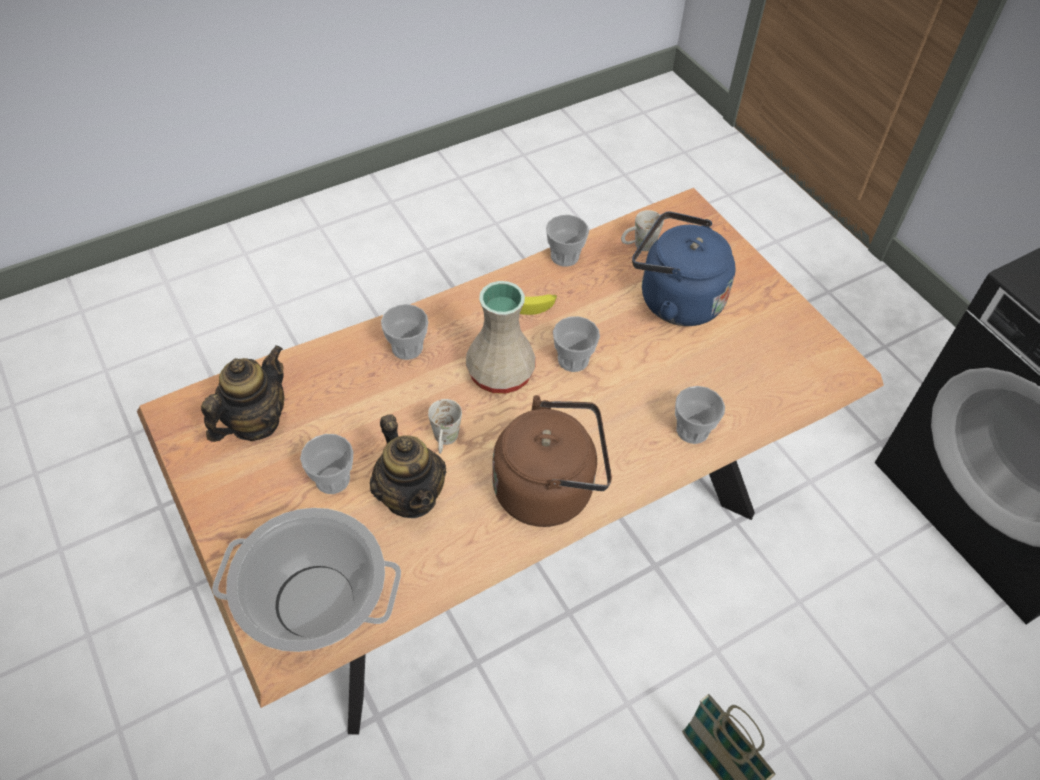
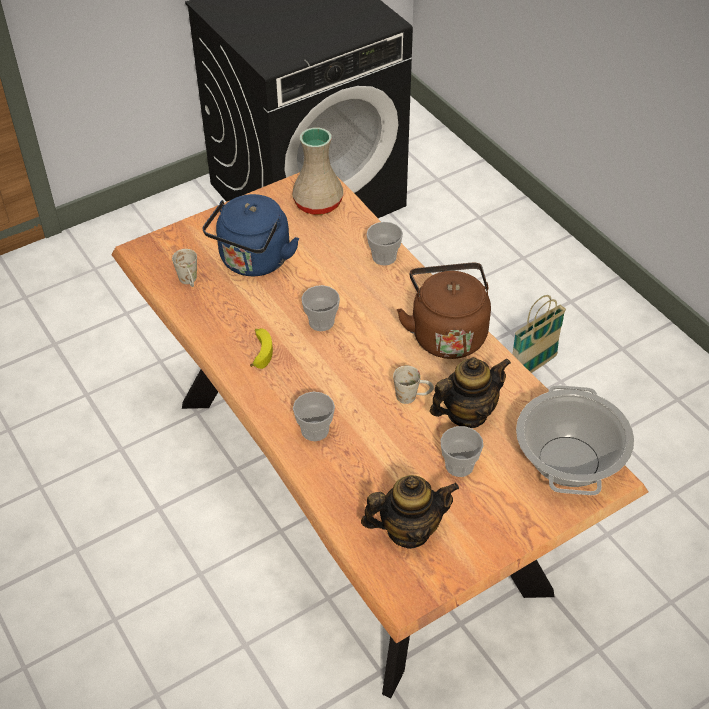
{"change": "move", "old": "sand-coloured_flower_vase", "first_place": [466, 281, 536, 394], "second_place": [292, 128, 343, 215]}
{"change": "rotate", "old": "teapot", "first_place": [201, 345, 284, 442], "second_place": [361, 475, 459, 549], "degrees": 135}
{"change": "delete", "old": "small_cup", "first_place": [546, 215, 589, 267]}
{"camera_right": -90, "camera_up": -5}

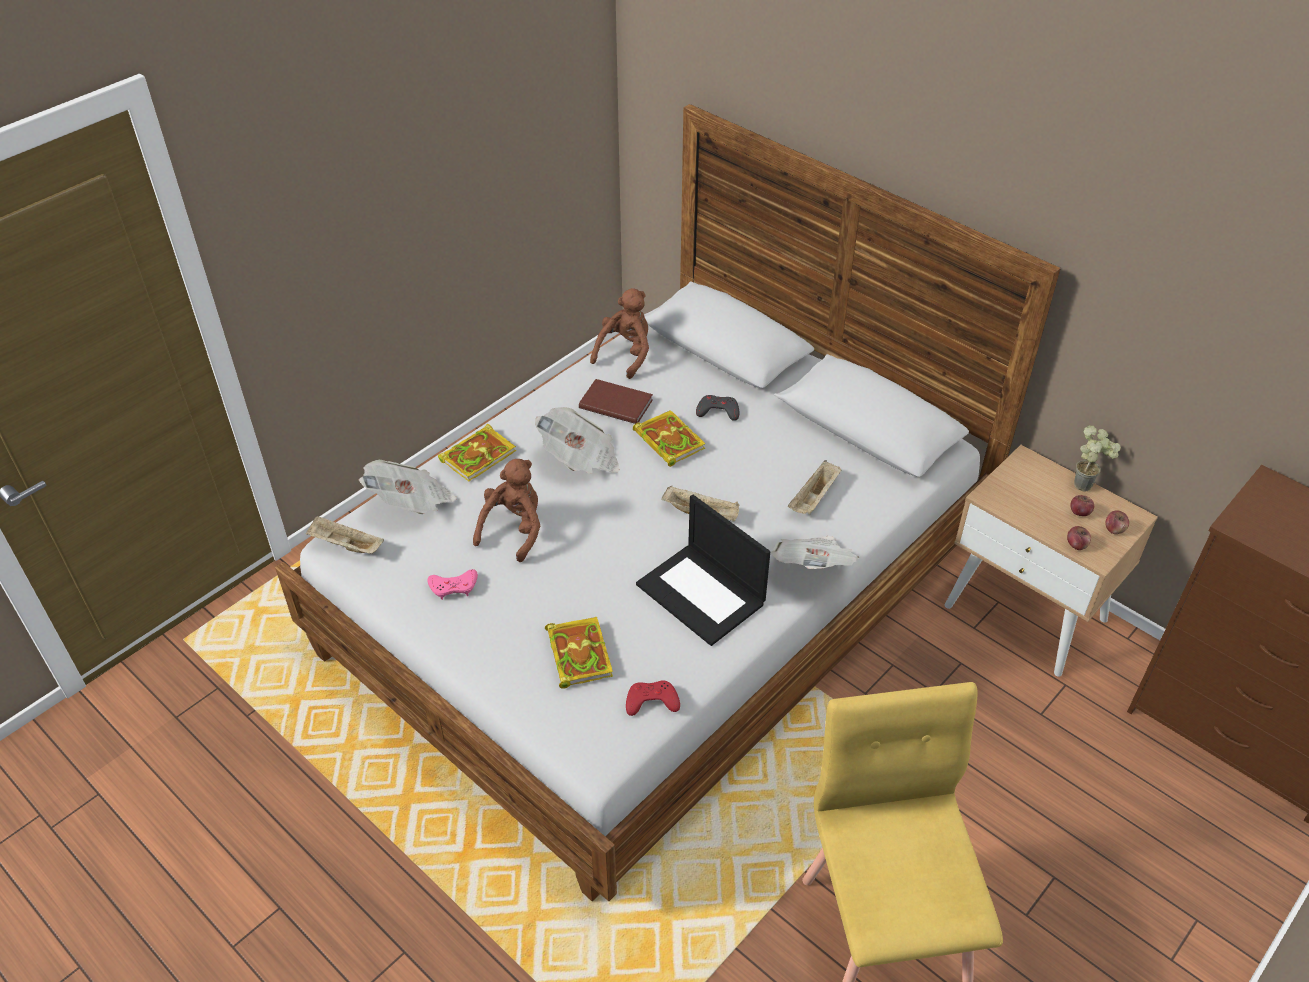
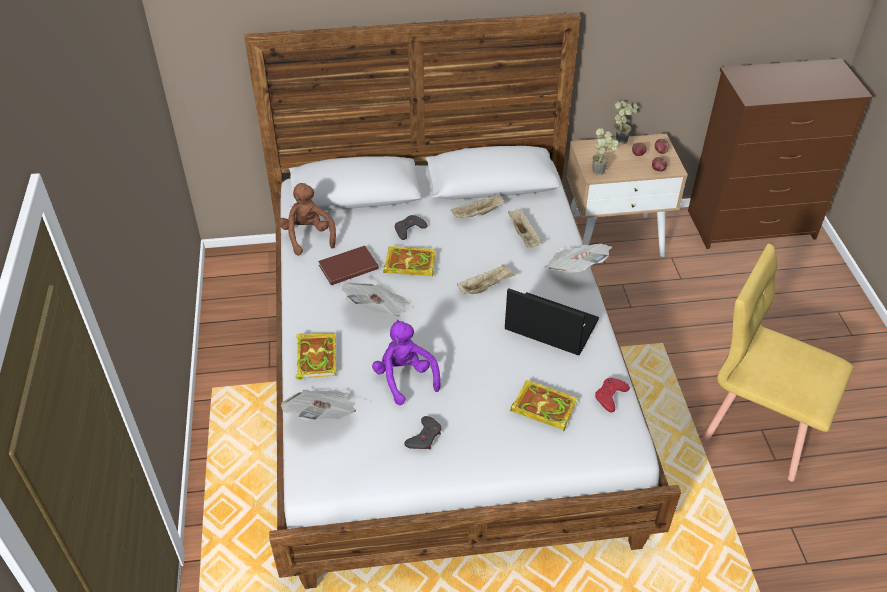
{"change": "recolor", "old": "brownish_cuddly_toy", "new": "purplish_cuddly_toy", "first_place": [473, 459, 540, 562], "second_place": [372, 320, 441, 405]}
{"change": "recolor", "old": "pinkish_gamepad", "new": "grey_gamepad", "first_place": [427, 569, 478, 600], "second_place": [404, 416, 441, 450]}
{"change": "move", "old": "sand-coloured_carrying_tray", "first_place": [306, 516, 384, 554], "second_place": [451, 194, 504, 219]}
{"change": "rotate", "old": "portable_computer", "first_place": [636, 495, 770, 646], "second_place": [505, 288, 599, 355], "degrees": -150}
{"change": "insert", "new": "houseplant", "second_place": [592, 128, 619, 176]}
{"camera_right": -50, "camera_up": 0}

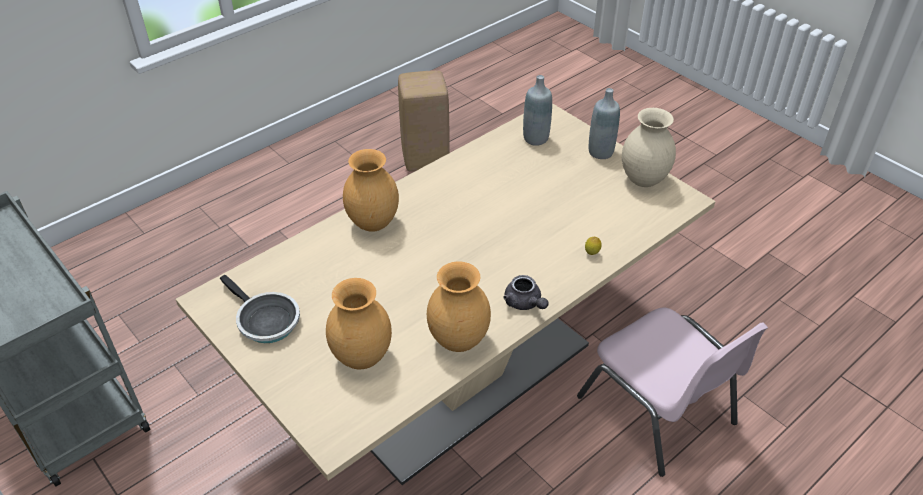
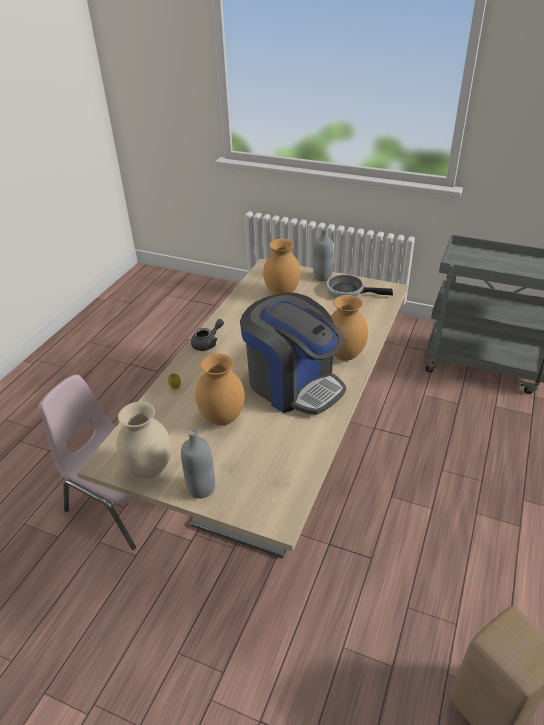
{"change": "rotate", "old": "grey_teapot", "first_place": [503, 275, 548, 310], "second_place": [191, 319, 224, 351], "degrees": 105}
{"change": "move", "old": "brownish_flower_vase", "first_place": [427, 261, 491, 352], "second_place": [196, 354, 245, 426]}
{"change": "insert", "new": "coffee_maker", "second_place": [240, 293, 346, 415]}
{"change": "move", "old": "grey_bottle", "first_place": [523, 75, 552, 146], "second_place": [313, 228, 333, 281]}
{"camera_right": 155, "camera_up": -5}

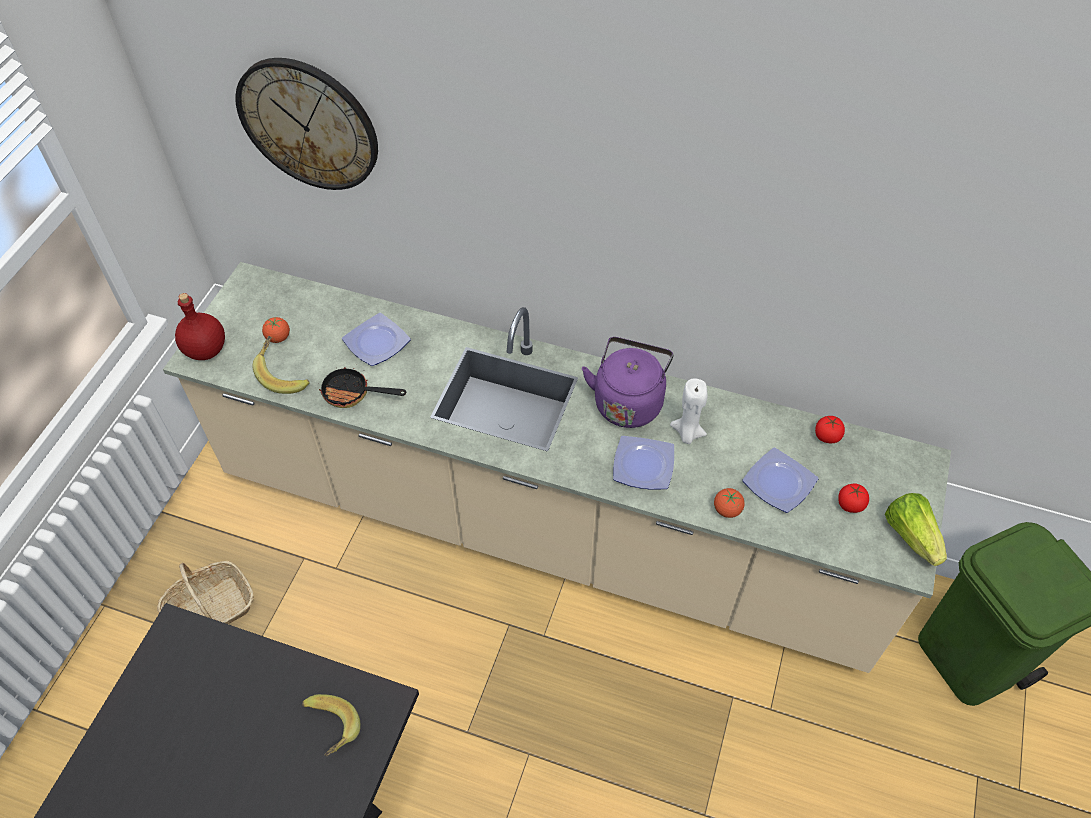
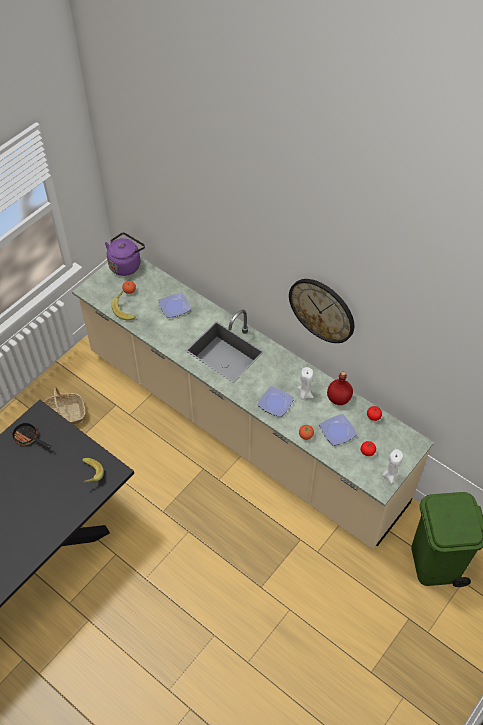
{"change": "move", "old": "frying_pan", "first_place": [318, 367, 406, 408], "second_place": [11, 423, 51, 449]}
{"change": "move", "old": "purplish_water_kettle", "first_place": [582, 337, 673, 428], "second_place": [105, 232, 145, 276]}
{"change": "move", "old": "clock_on_the_wall", "first_place": [235, 58, 378, 190], "second_place": [289, 279, 354, 343]}
{"change": "move", "old": "reddish_bottle", "first_place": [175, 293, 225, 360], "second_place": [327, 372, 353, 405]}
{"change": "replace", "old": "head_of_lettuce", "new": "white_wax_candle", "first_place": [885, 493, 947, 566], "second_place": [382, 449, 403, 484]}
{"camera_right": 20, "camera_up": 0}

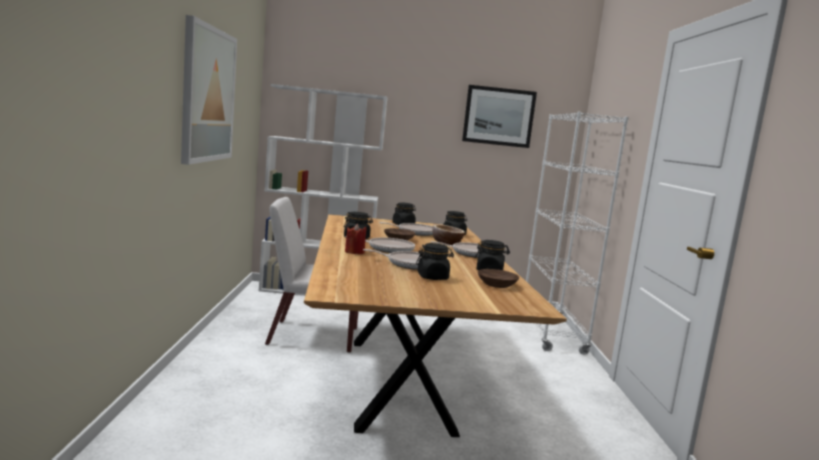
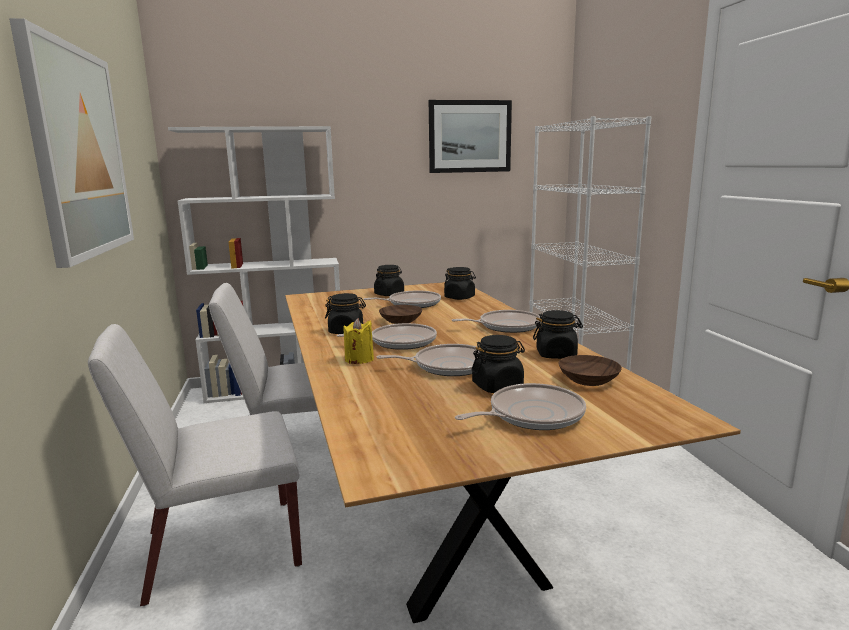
{"change": "insert", "new": "white_upright_chair", "second_place": [88, 324, 302, 606]}
{"change": "recolor", "old": "reddish_wax_candle", "new": "yellow-coloured_wax_candle", "first_place": [345, 224, 367, 254], "second_place": [343, 318, 374, 364]}
{"change": "insert", "new": "frying_pan", "second_place": [455, 383, 586, 430]}
{"change": "delete", "old": "serving_bowl", "first_place": [432, 224, 465, 245]}
{"camera_right": -10, "camera_up": 5}

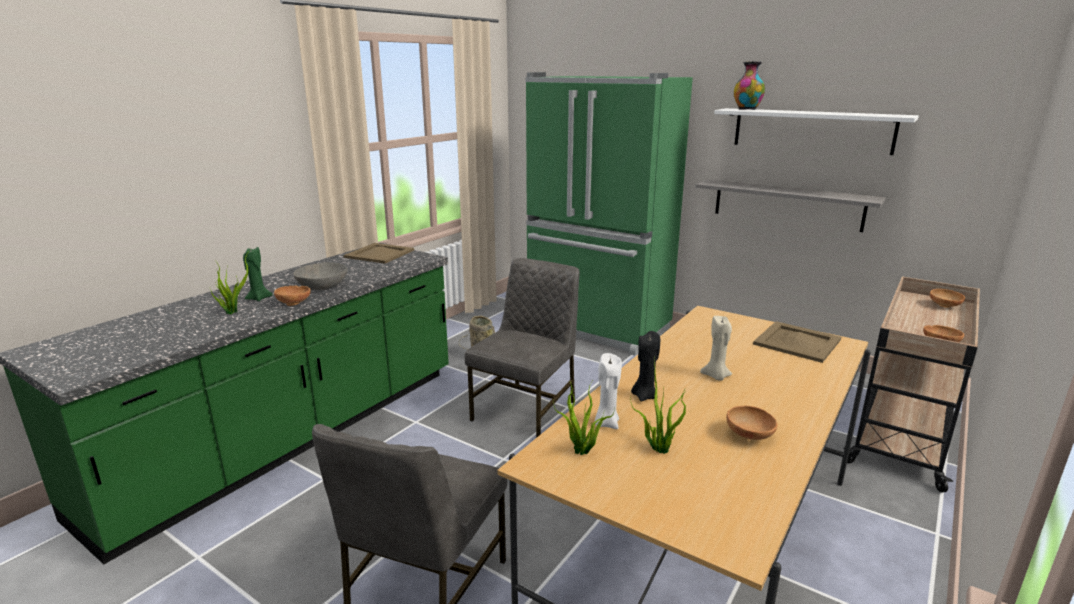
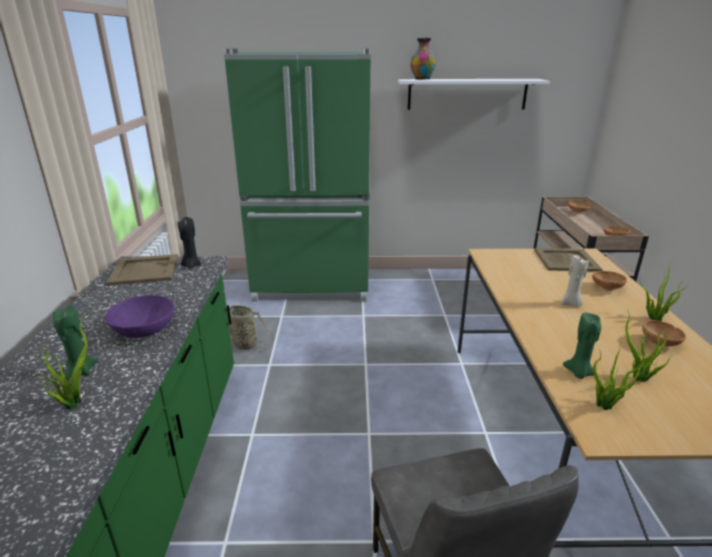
{"change": "recolor", "old": "grey_serving_bowl", "new": "purplish_serving_bowl", "first_place": [293, 262, 347, 290], "second_place": [105, 295, 174, 338]}
{"change": "move", "old": "black-coloured_wax_candle", "first_place": [631, 331, 660, 402], "second_place": [178, 217, 201, 268]}
{"change": "recolor", "old": "white_wax_candle", "new": "greenish_wax_candle", "first_place": [595, 353, 622, 429], "second_place": [563, 313, 601, 379]}
{"change": "move", "old": "brownish_serving_bowl", "first_place": [274, 286, 311, 306], "second_place": [592, 271, 627, 291]}
{"change": "insert", "new": "houseplant", "second_place": [640, 255, 689, 321]}
{"change": "delete", "old": "grey_upright_chair", "first_place": [464, 258, 580, 438]}
{"change": "delete", "old": "grey_wall_shelf", "first_place": [695, 179, 886, 232]}
{"camera_right": -35, "camera_up": 5}

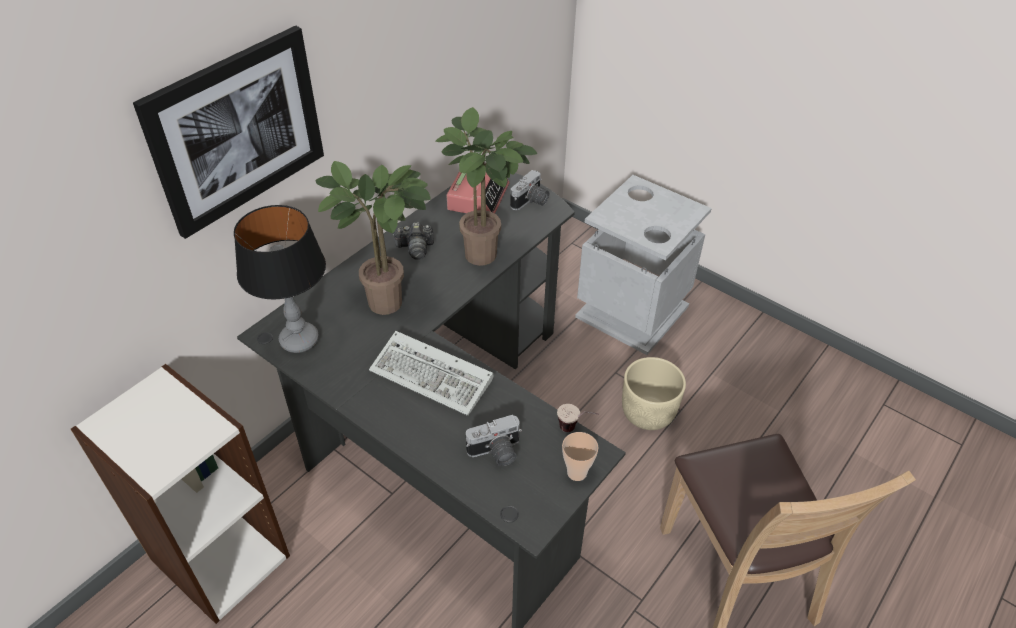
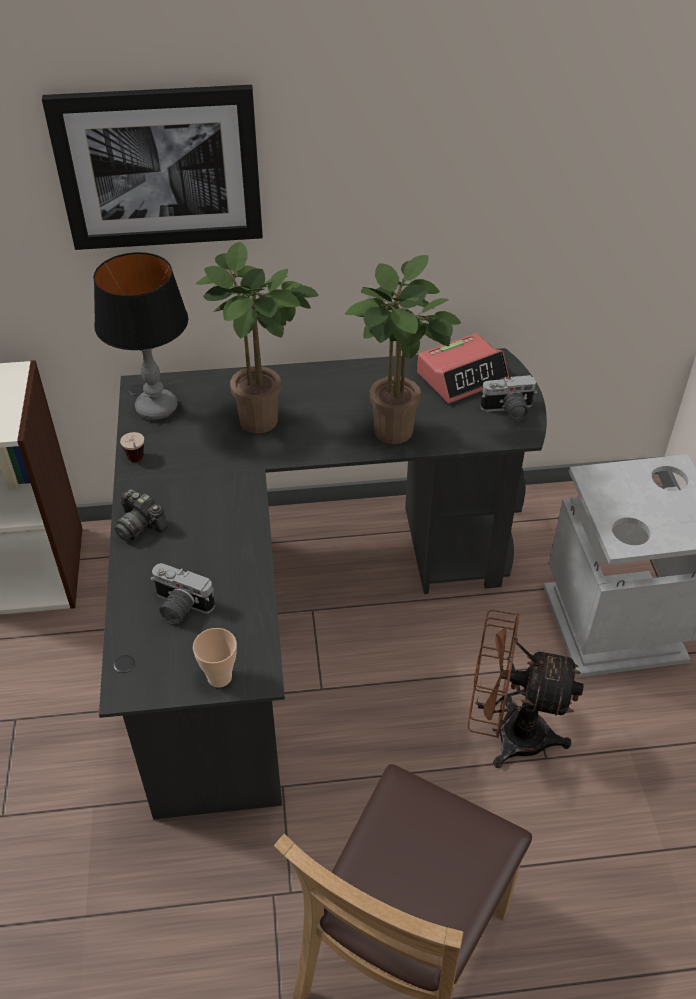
{"change": "move", "old": "still_camera", "first_place": [393, 222, 434, 260], "second_place": [115, 489, 168, 541]}
{"change": "move", "old": "small_cup", "first_place": [557, 404, 599, 432], "second_place": [120, 432, 144, 462]}
{"change": "replace", "old": "sand-coloured_planter", "new": "brownish_fan", "first_place": [622, 357, 686, 430], "second_place": [468, 610, 584, 768]}
{"change": "delete", "old": "computer_keyboard", "first_place": [369, 331, 494, 416]}
{"camera_right": 45, "camera_up": 0}

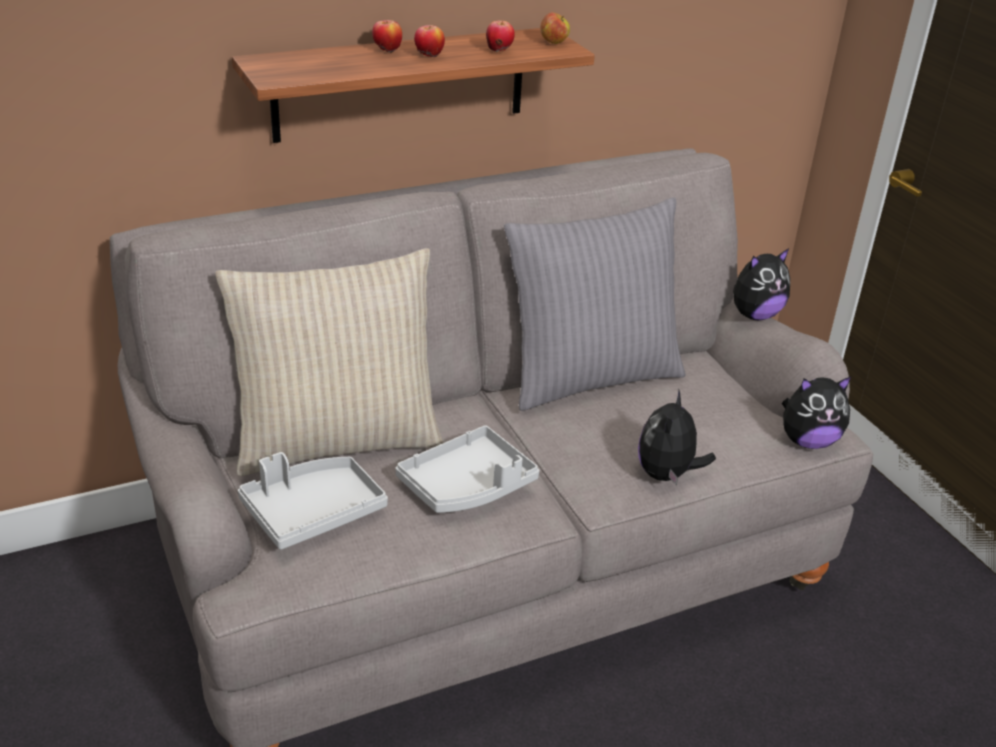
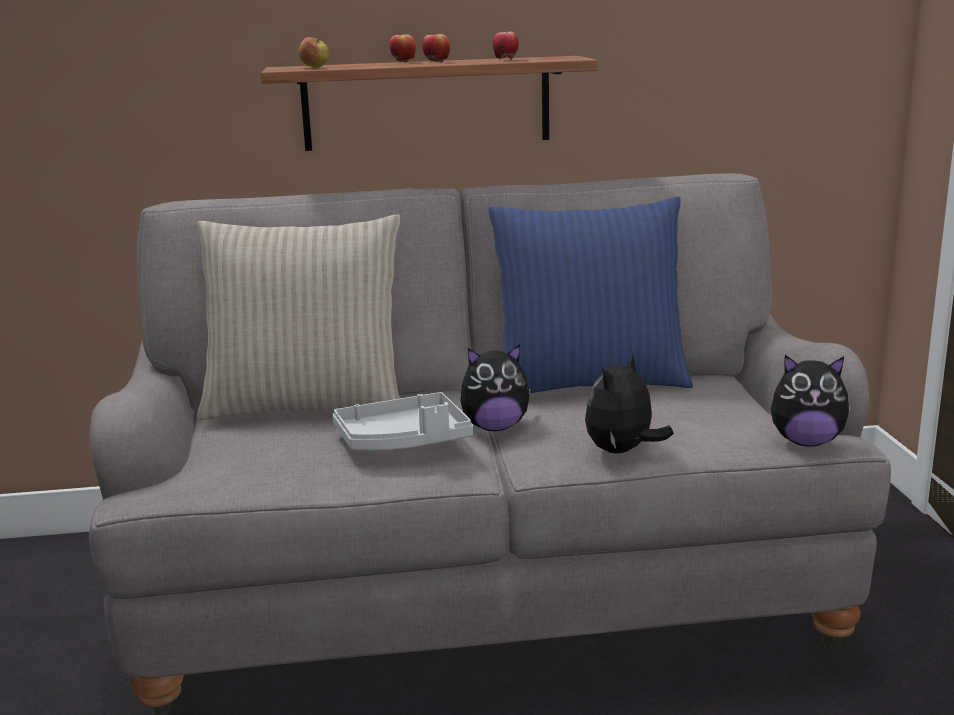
{"change": "move", "old": "whole_apple", "first_place": [540, 13, 570, 44], "second_place": [299, 37, 329, 67]}
{"change": "move", "old": "cuddly_toy", "first_place": [733, 248, 790, 320], "second_place": [460, 344, 531, 431]}
{"change": "recolor", "old": "grey_cushion", "new": "blue-coloured_cushion", "first_place": [504, 197, 686, 411], "second_place": [488, 196, 693, 393]}
{"change": "delete", "old": "grey_carrying_tray", "first_place": [238, 452, 388, 550]}
{"camera_right": 20, "camera_up": -15}

